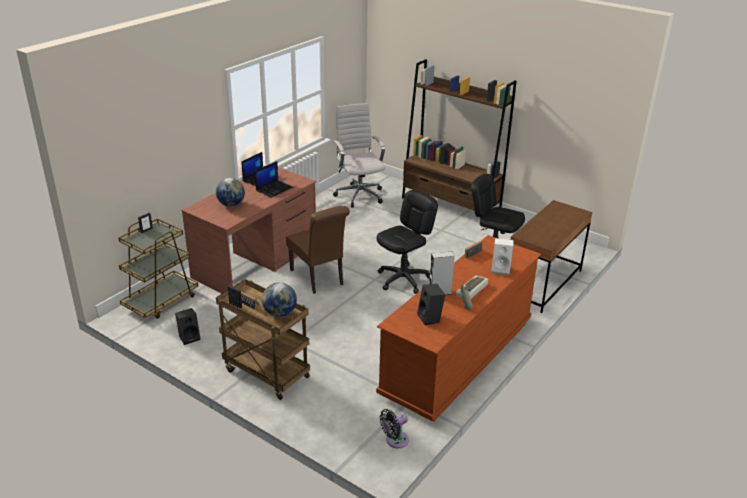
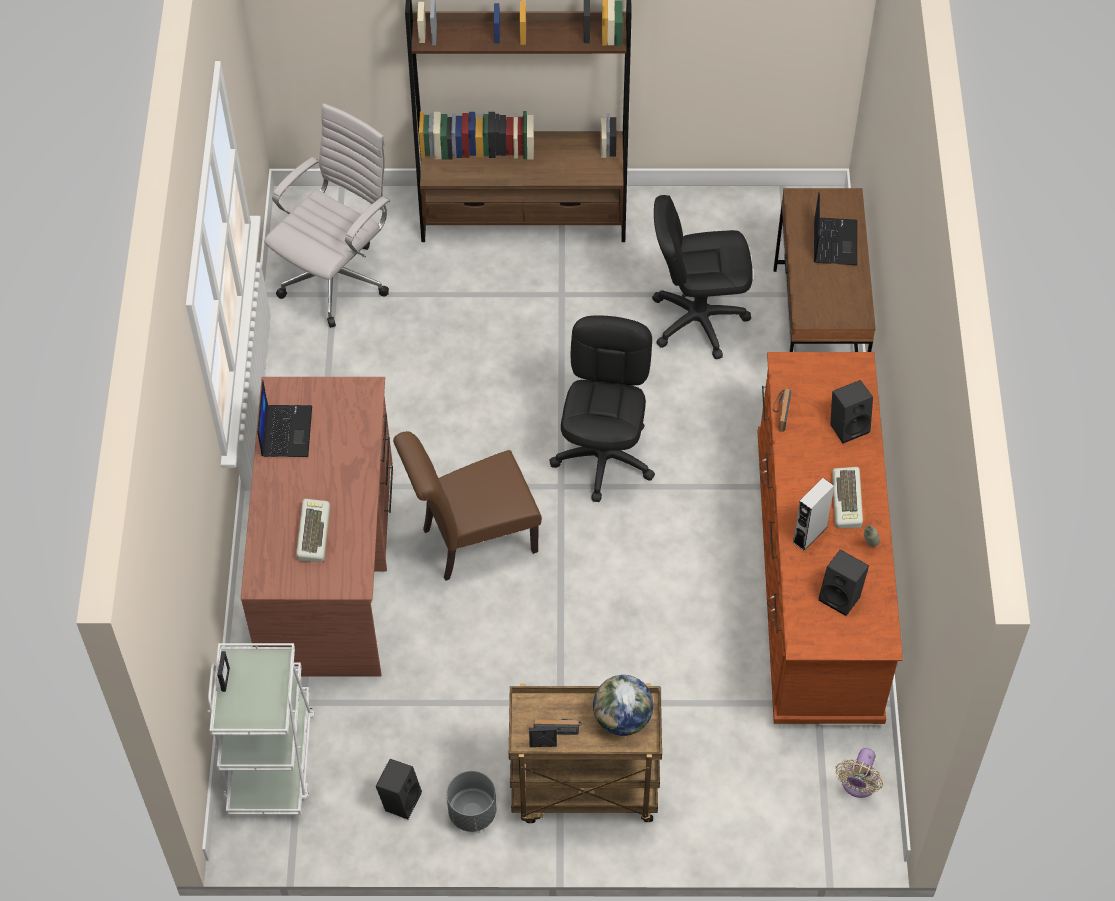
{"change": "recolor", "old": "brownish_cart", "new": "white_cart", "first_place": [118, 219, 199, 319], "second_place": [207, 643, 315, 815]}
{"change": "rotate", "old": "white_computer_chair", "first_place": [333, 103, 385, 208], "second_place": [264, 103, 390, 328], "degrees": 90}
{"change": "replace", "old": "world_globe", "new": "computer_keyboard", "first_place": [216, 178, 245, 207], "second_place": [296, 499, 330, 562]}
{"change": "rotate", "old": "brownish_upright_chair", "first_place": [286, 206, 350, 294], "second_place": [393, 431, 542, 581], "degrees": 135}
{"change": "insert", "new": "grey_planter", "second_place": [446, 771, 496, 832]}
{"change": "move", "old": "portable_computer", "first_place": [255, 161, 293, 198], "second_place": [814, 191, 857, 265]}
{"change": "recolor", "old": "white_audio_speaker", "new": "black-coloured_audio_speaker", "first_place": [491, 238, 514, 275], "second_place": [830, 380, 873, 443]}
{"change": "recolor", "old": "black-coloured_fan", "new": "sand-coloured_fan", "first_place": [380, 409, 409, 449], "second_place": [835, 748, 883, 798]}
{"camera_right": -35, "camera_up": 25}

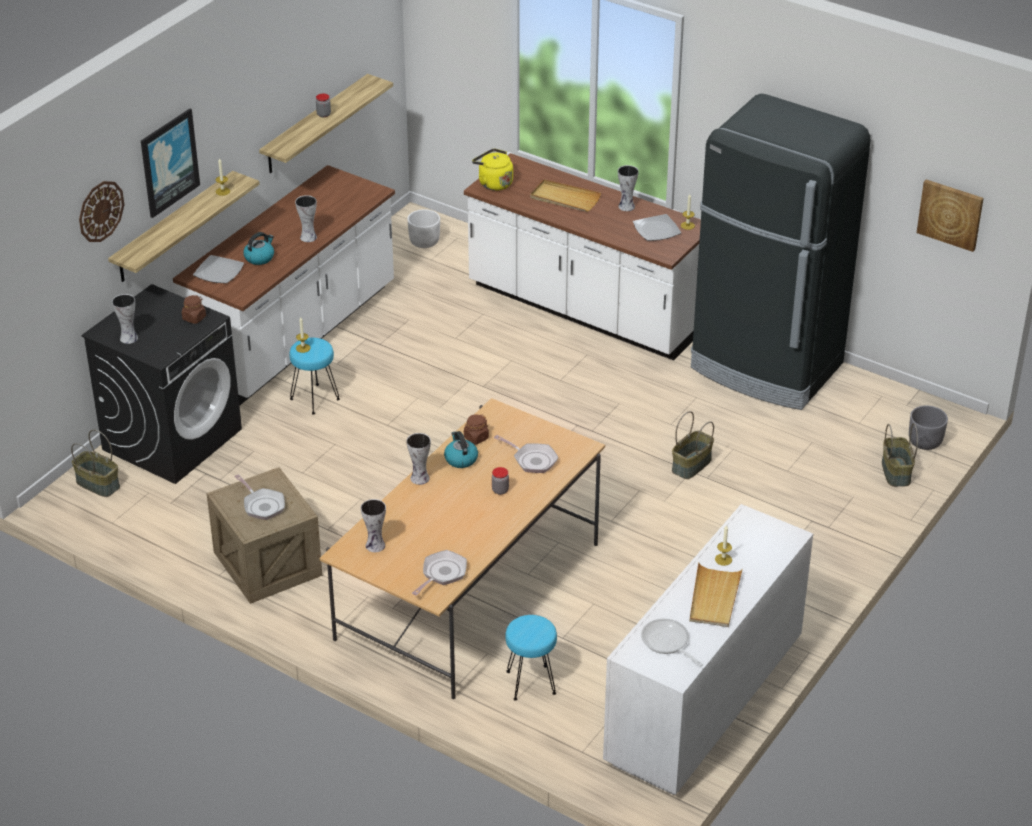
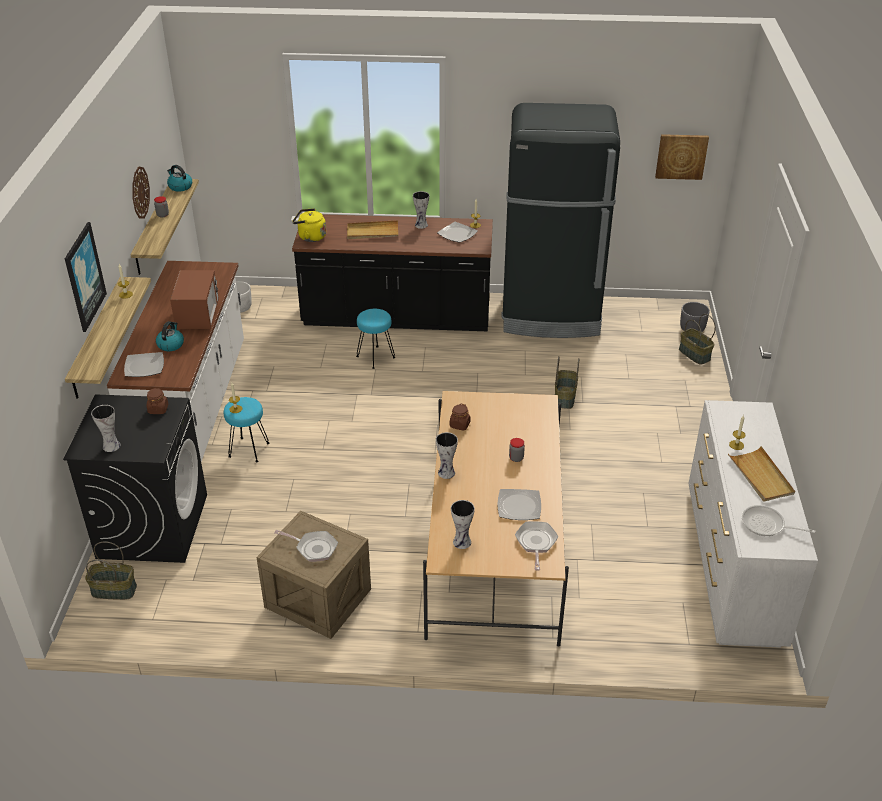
{"change": "move", "old": "clock_on_the_wall", "first_place": [79, 181, 124, 242], "second_place": [132, 167, 150, 219]}
{"change": "move", "old": "water_kettle", "first_place": [444, 431, 478, 468], "second_place": [167, 165, 192, 192]}
{"change": "replace", "old": "flower_vase", "new": "microwave_oven", "first_place": [295, 195, 317, 242], "second_place": [170, 270, 219, 329]}
{"change": "recolor", "old": "white_kitchen_counter", "new": "black-coloured_kitchen_counter", "first_place": [464, 153, 701, 360], "second_place": [292, 214, 493, 331]}
{"change": "move", "old": "blue-green_sitting_stool", "first_place": [505, 615, 557, 701], "second_place": [356, 309, 395, 369]}
{"change": "insert", "new": "dinner_plate", "second_place": [497, 489, 541, 520]}
{"change": "delete", "old": "frying_pan", "first_place": [494, 435, 559, 473]}
{"camera_right": -30, "camera_up": 0}

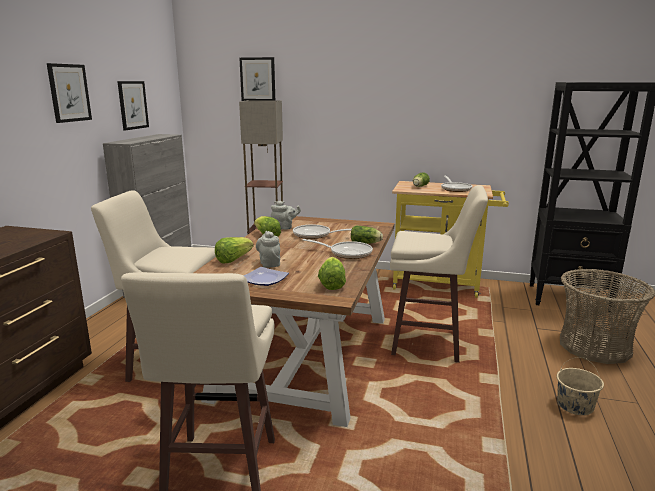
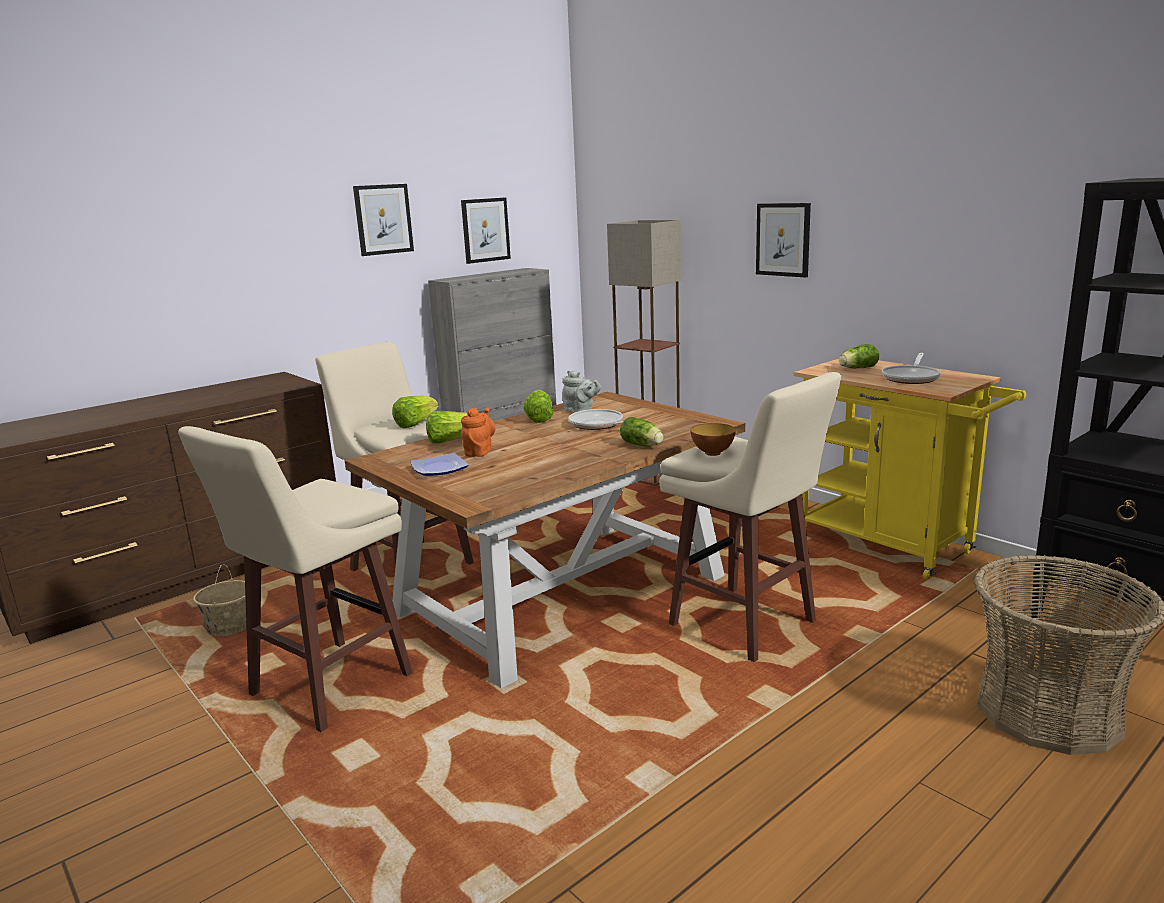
{"change": "move", "old": "sand-coloured_water_bucket", "first_place": [556, 357, 604, 415], "second_place": [193, 564, 246, 636]}
{"change": "move", "old": "head_of_lettuce", "first_place": [318, 257, 346, 290], "second_place": [392, 395, 439, 428]}
{"change": "recolor", "old": "grey_teapot", "new": "orange_teapot", "first_place": [256, 231, 280, 268], "second_place": [461, 407, 495, 457]}
{"change": "insert", "new": "serving_bowl", "second_place": [690, 423, 736, 456]}
{"change": "move", "old": "wall_art", "first_place": [239, 57, 275, 101], "second_place": [756, 203, 811, 278]}
{"change": "delete", "old": "frying_pan", "first_place": [303, 239, 373, 259]}
{"camera_right": 35, "camera_up": 0}

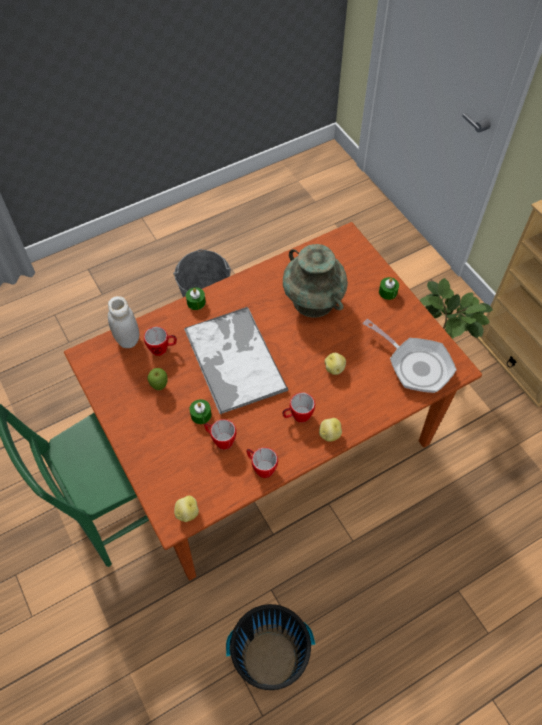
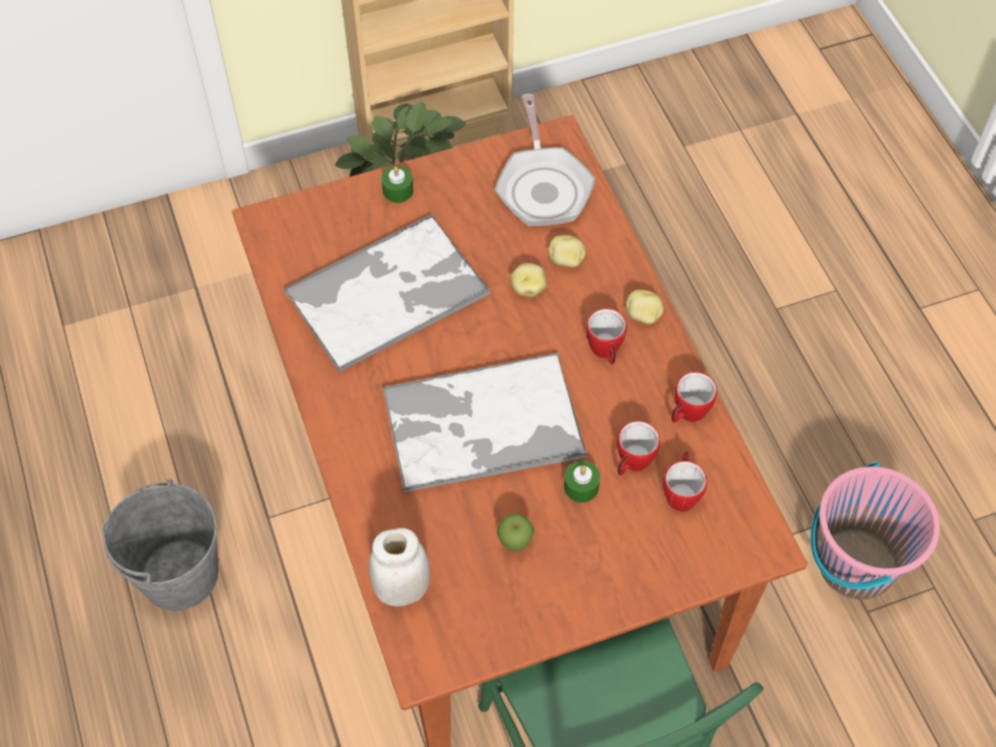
{"change": "replace", "old": "blue-green_flower_vase", "new": "carrying_tray", "first_place": [283, 244, 348, 318], "second_place": [284, 213, 490, 374]}
{"change": "rotate", "old": "frying_pan", "first_place": [363, 319, 457, 393], "second_place": [495, 94, 596, 226], "degrees": 120}
{"change": "move", "old": "potato", "first_place": [174, 496, 199, 522], "second_place": [549, 235, 586, 268]}
{"change": "move", "old": "tea_mug", "first_place": [144, 326, 177, 356], "second_place": [663, 451, 707, 512]}
{"change": "recolor", "old": "black-coloured_water_bucket", "new": "pinkish_water_bucket", "first_place": [226, 604, 315, 690], "second_place": [810, 462, 940, 599]}
{"change": "delete", "old": "greenish_wax_candle", "first_place": [186, 288, 206, 310]}
{"camera_right": -80, "camera_up": 0}

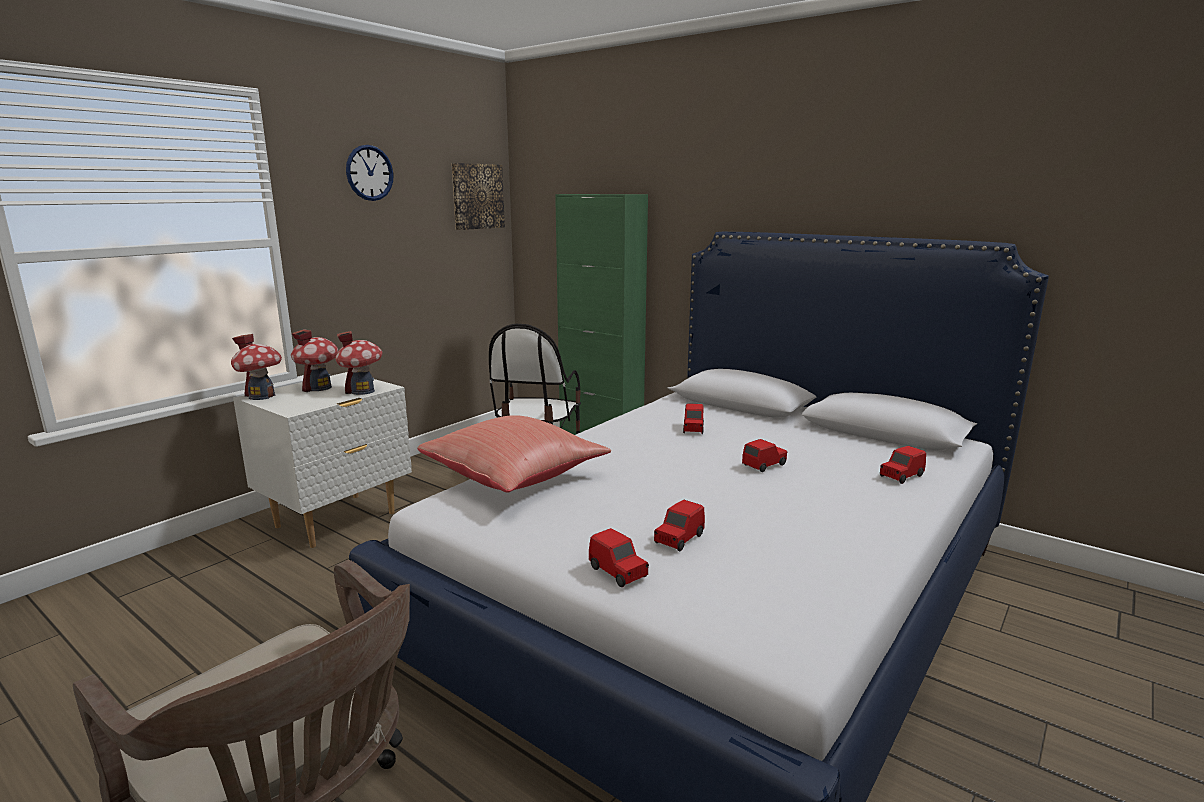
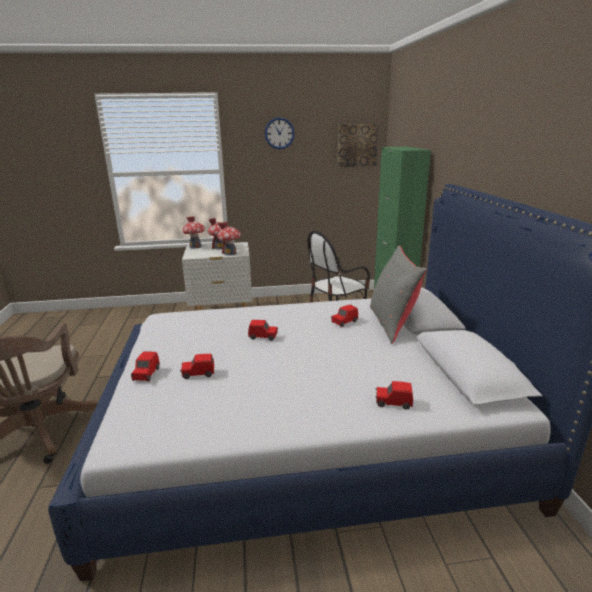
{"change": "move", "old": "reddish_miniature_car", "first_place": [742, 439, 787, 472], "second_place": [248, 320, 278, 341]}
{"change": "insert", "new": "grey_cushion", "second_place": [370, 245, 427, 344]}
{"change": "delete", "old": "reddish_cushion", "first_place": [417, 415, 611, 492]}
{"camera_right": 45, "camera_up": 5}

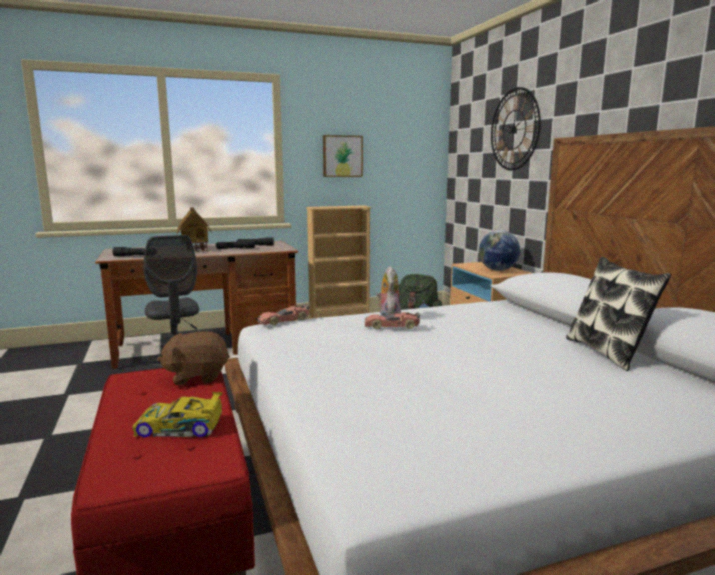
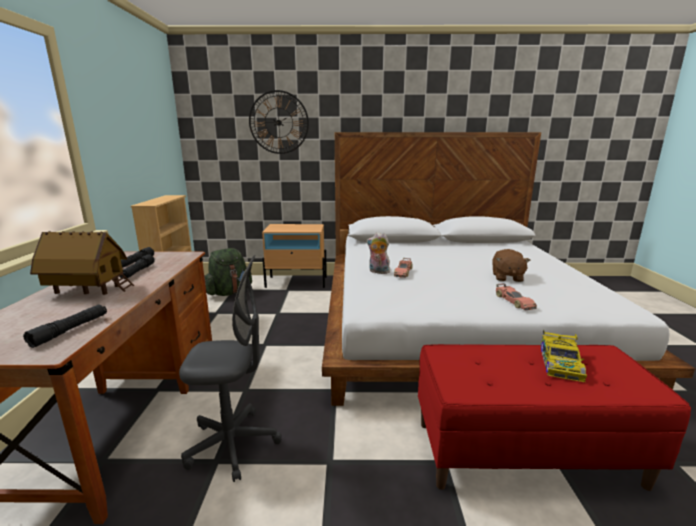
{"change": "move", "old": "brownish_cuddly_toy", "first_place": [157, 331, 230, 385], "second_place": [492, 249, 530, 282]}
{"change": "move", "old": "miniature_car", "first_place": [257, 304, 309, 326], "second_place": [496, 283, 537, 310]}
{"change": "delete", "old": "wall_art", "first_place": [323, 135, 363, 177]}
{"change": "delete", "old": "world_globe", "first_place": [479, 230, 520, 271]}
{"change": "delete", "old": "cushion", "first_place": [566, 257, 671, 371]}
{"camera_right": -70, "camera_up": 5}

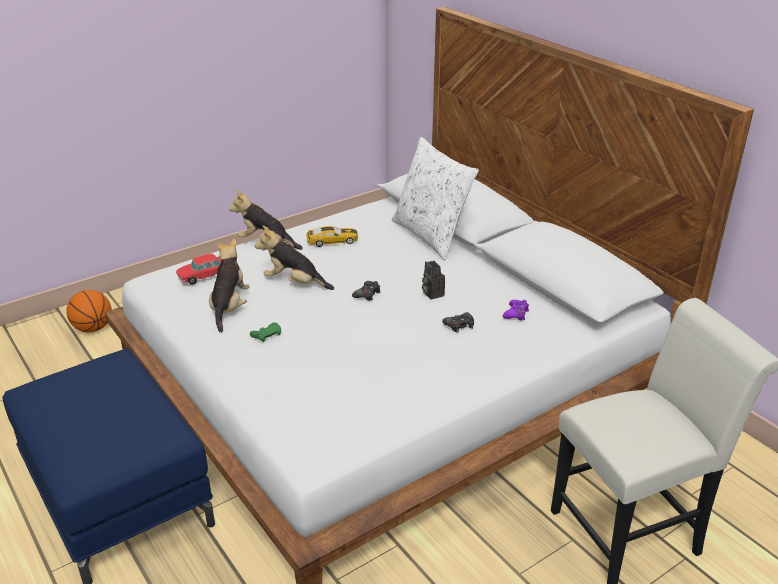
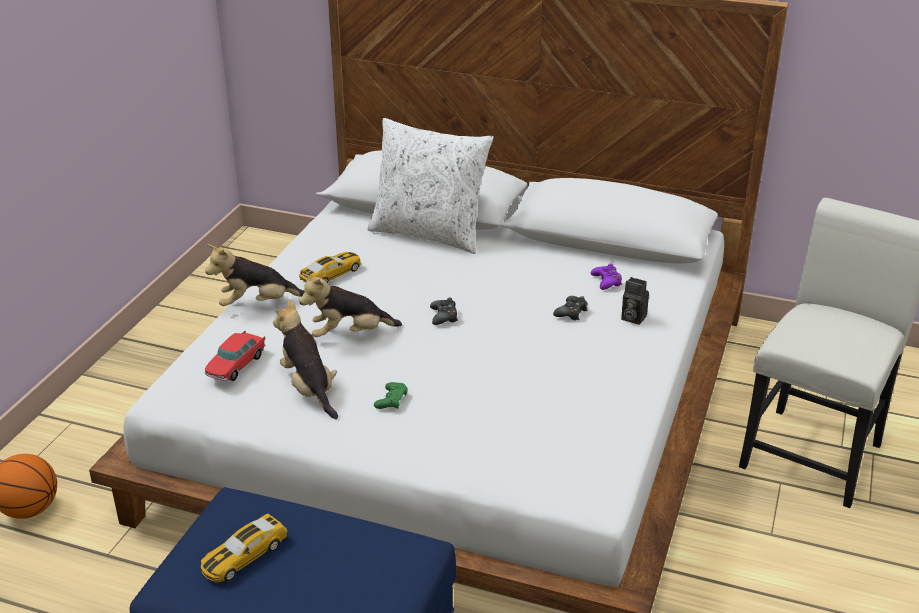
{"change": "insert", "new": "miniature_car", "second_place": [201, 514, 287, 582]}
{"change": "move", "old": "still_camera", "first_place": [422, 261, 445, 300], "second_place": [621, 277, 649, 325]}
{"camera_right": -35, "camera_up": 0}

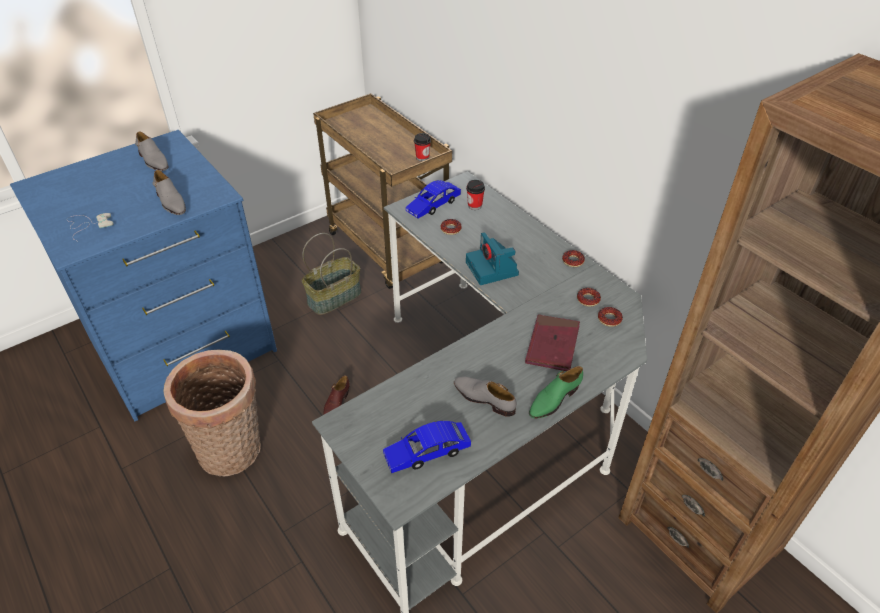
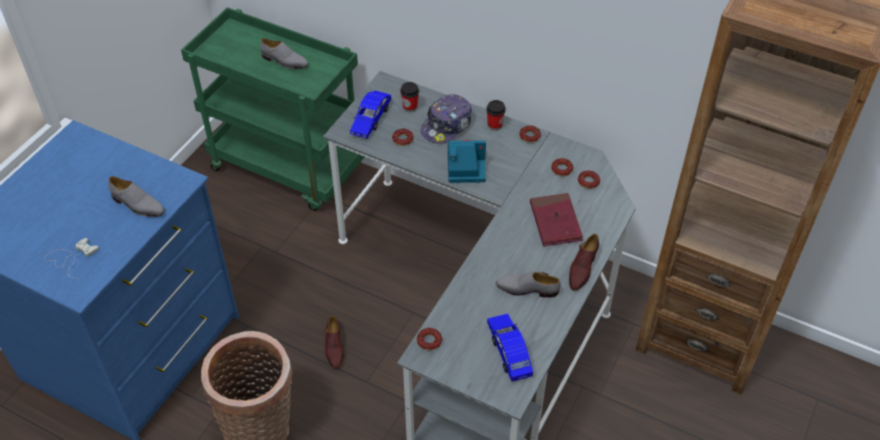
{"change": "recolor", "old": "brownish_cart", "new": "greenish_cart", "first_place": [313, 93, 452, 289], "second_place": [181, 7, 364, 211]}
{"change": "move", "old": "grey_low_shoe", "first_place": [135, 132, 168, 171], "second_place": [260, 38, 308, 69]}
{"change": "insert", "new": "ring_doughnut", "second_place": [417, 328, 442, 351]}
{"change": "insert", "new": "peaked_cap", "second_place": [421, 94, 472, 144]}
{"change": "rotate", "old": "still_camera", "first_place": [466, 232, 519, 285], "second_place": [448, 140, 486, 183], "degrees": 135}
{"change": "move", "old": "small_cup", "first_place": [414, 133, 431, 161], "second_place": [486, 100, 506, 131]}
{"change": "rotate", "old": "blue-coloured_miniature_car", "first_place": [383, 421, 471, 473], "second_place": [487, 313, 533, 382], "degrees": 120}
{"change": "recolor", "old": "greenish_low_shoe", "new": "brownish_low_shoe", "first_place": [529, 366, 583, 419], "second_place": [569, 234, 599, 291]}
{"change": "delete", "old": "storage_basket", "first_place": [302, 233, 361, 315]}
{"camera_right": -25, "camera_up": 5}

